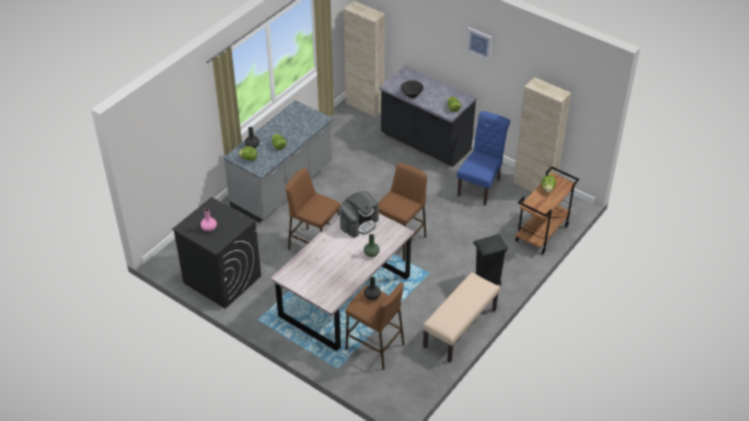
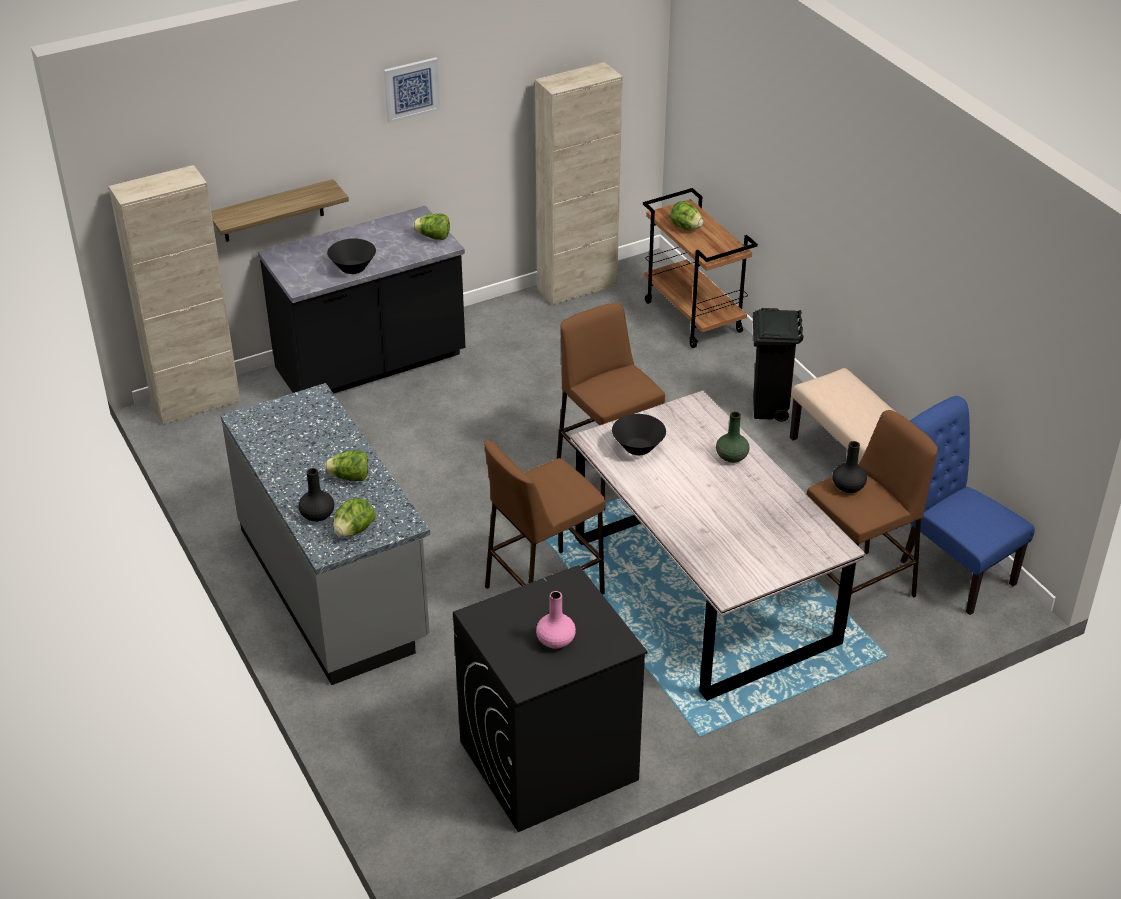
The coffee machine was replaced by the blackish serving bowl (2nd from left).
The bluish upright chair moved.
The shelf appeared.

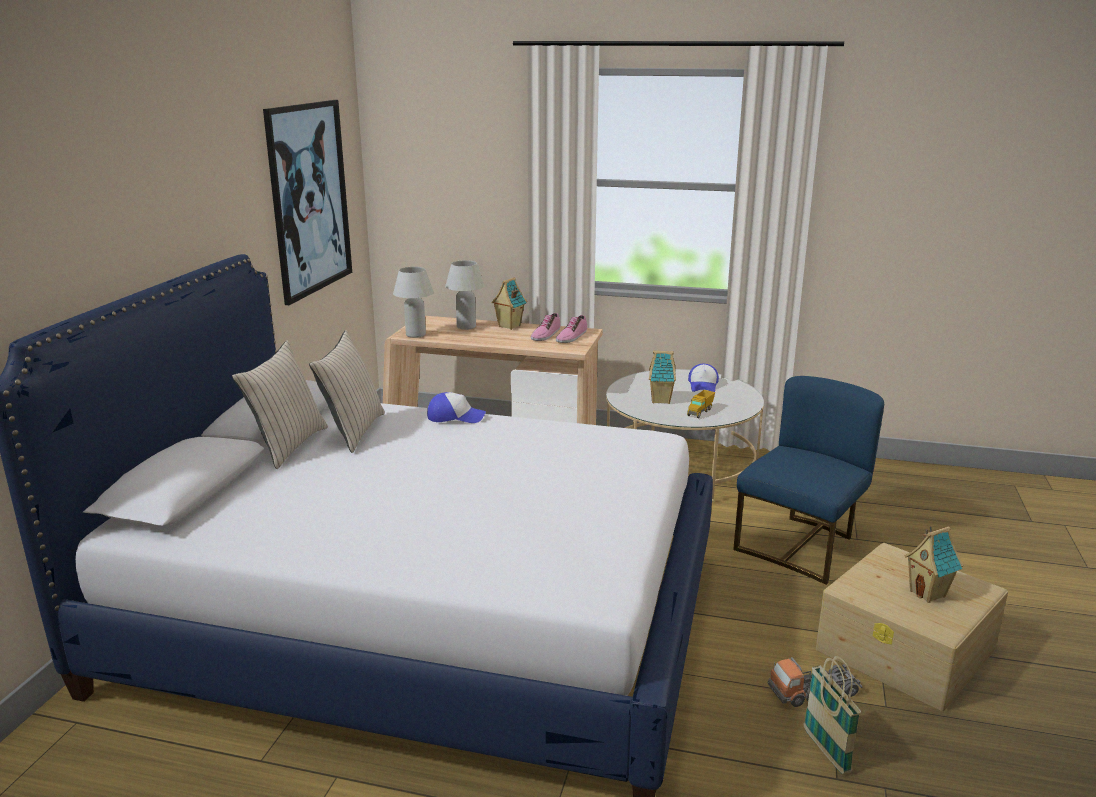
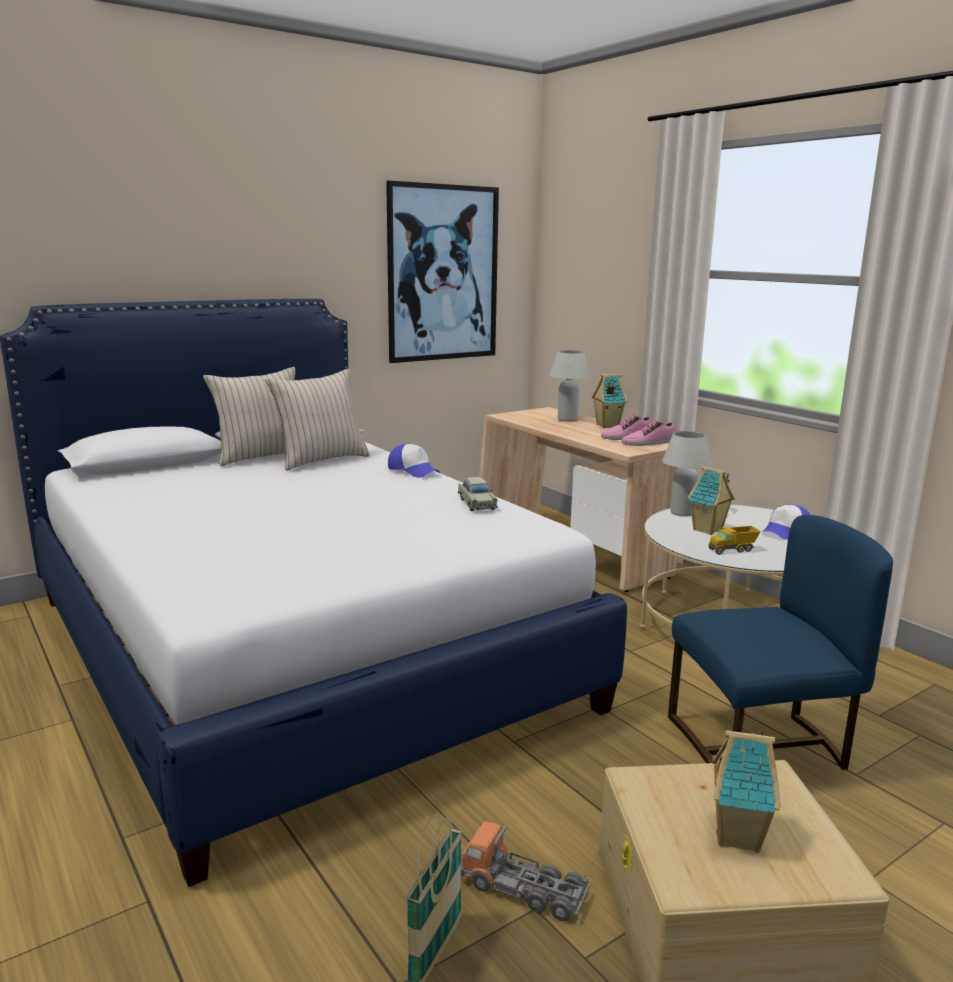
The white tabletop lamp (1st from left in the first image) moved.
The beige model car appeared.

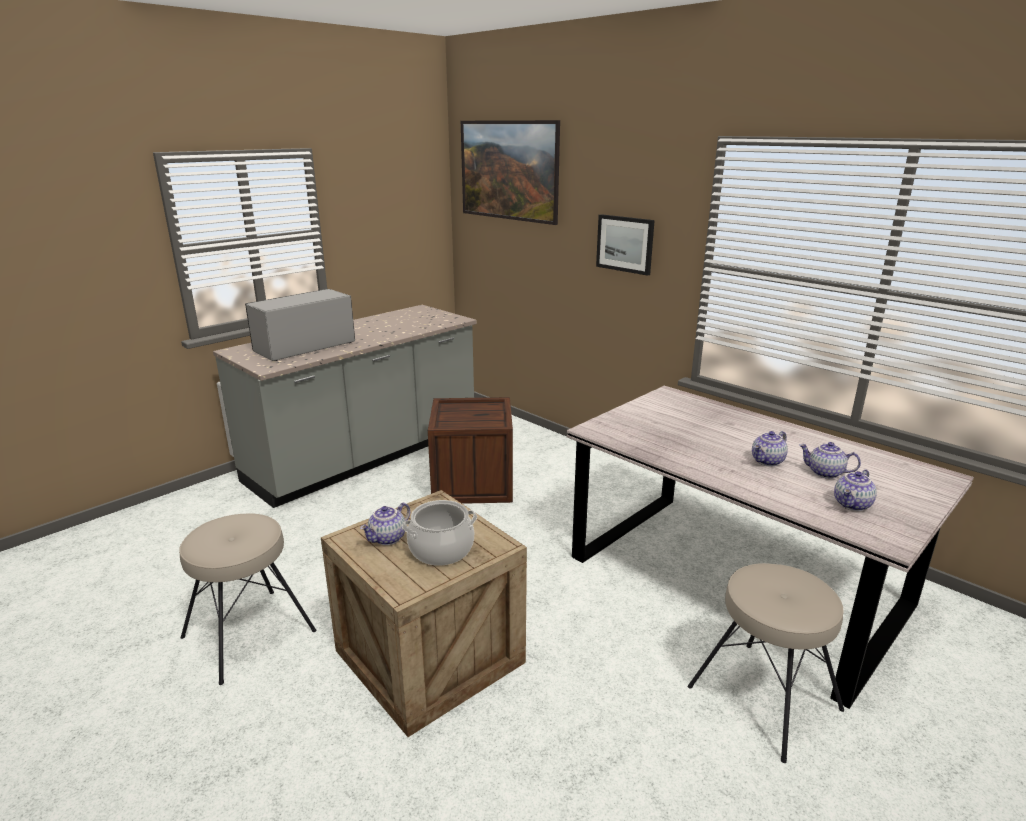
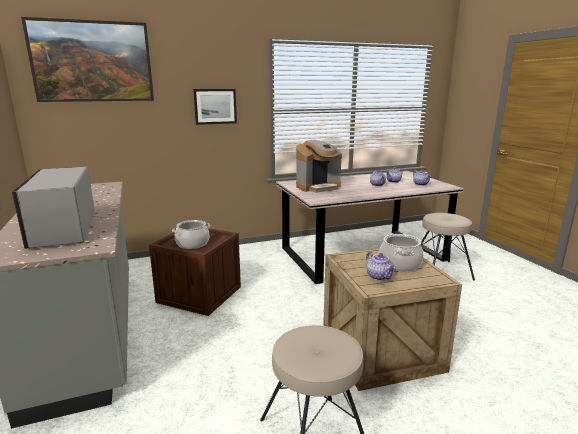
The stockpot (1st from left) appeared.
The coffee machine appeared.

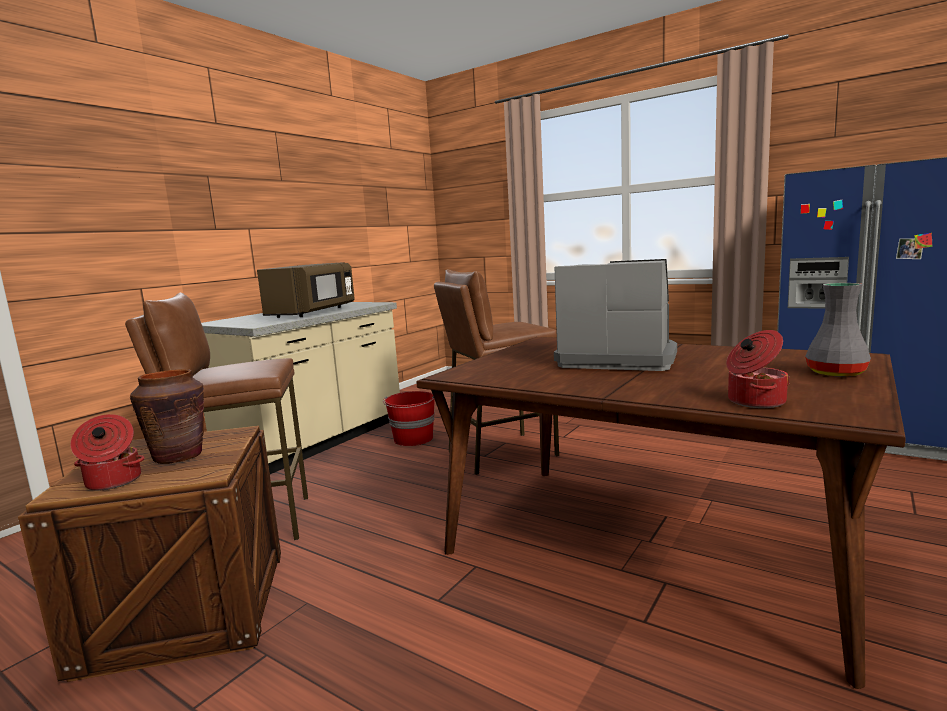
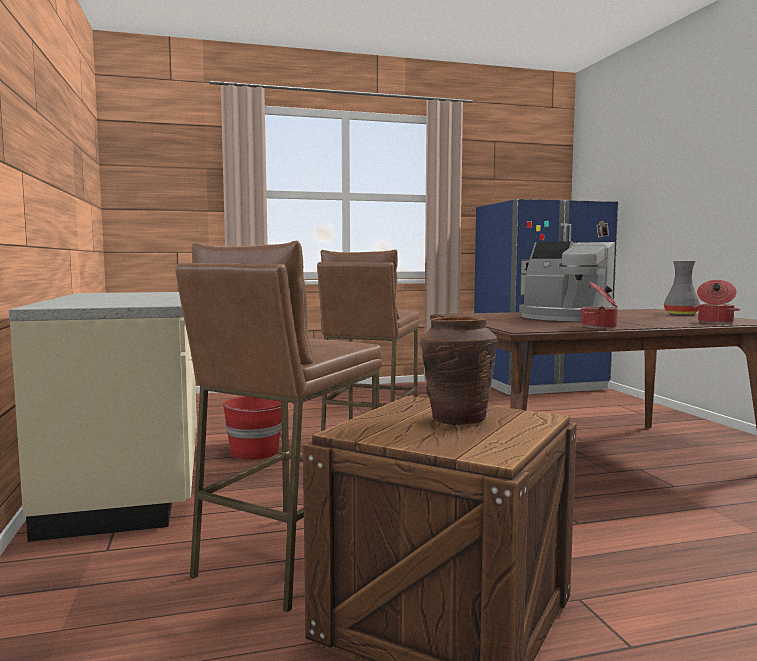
The stockpot (1st from left) moved.
The brownish kitchen microwave disappeared.
The coffee machine turned 120 degrees counterclockwise.

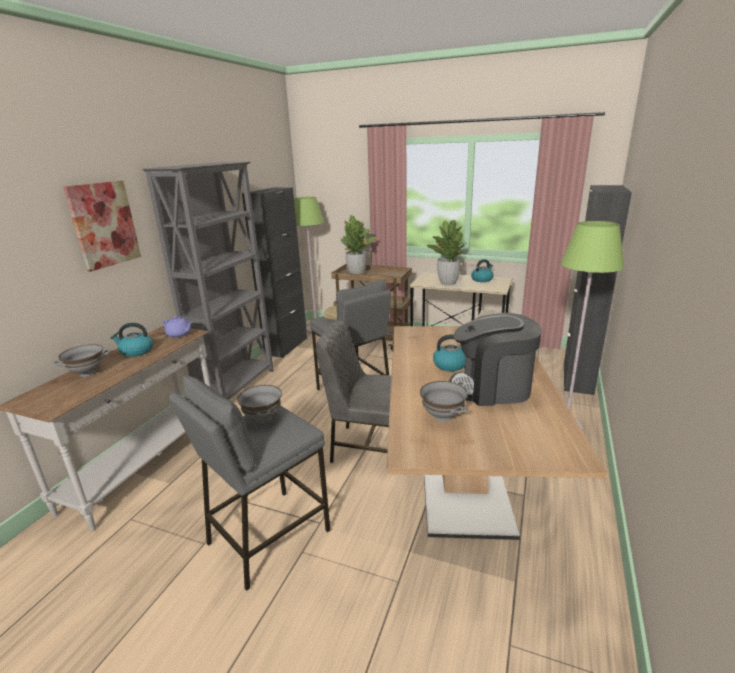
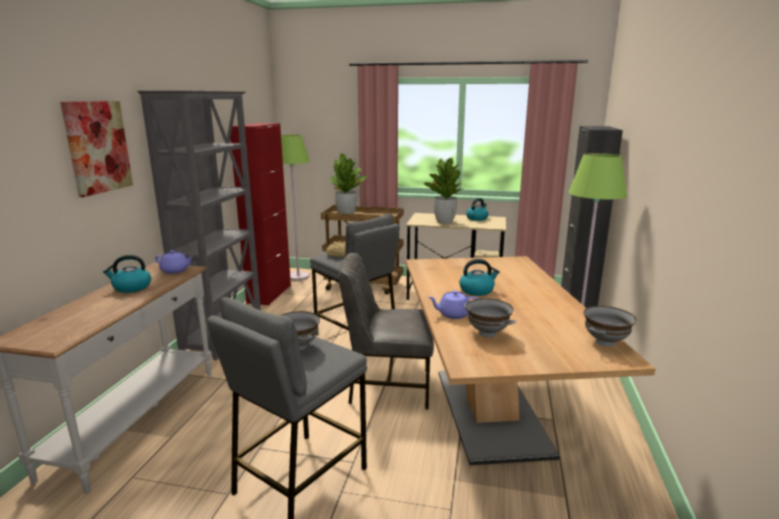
The greyish serving bowl (1st from left in the first image) moved.
The blackish cupboard (1st from left) became the reddish cupboard.
The coffee machine disappeared.
The purple tea pot (2nd from left) appeared.

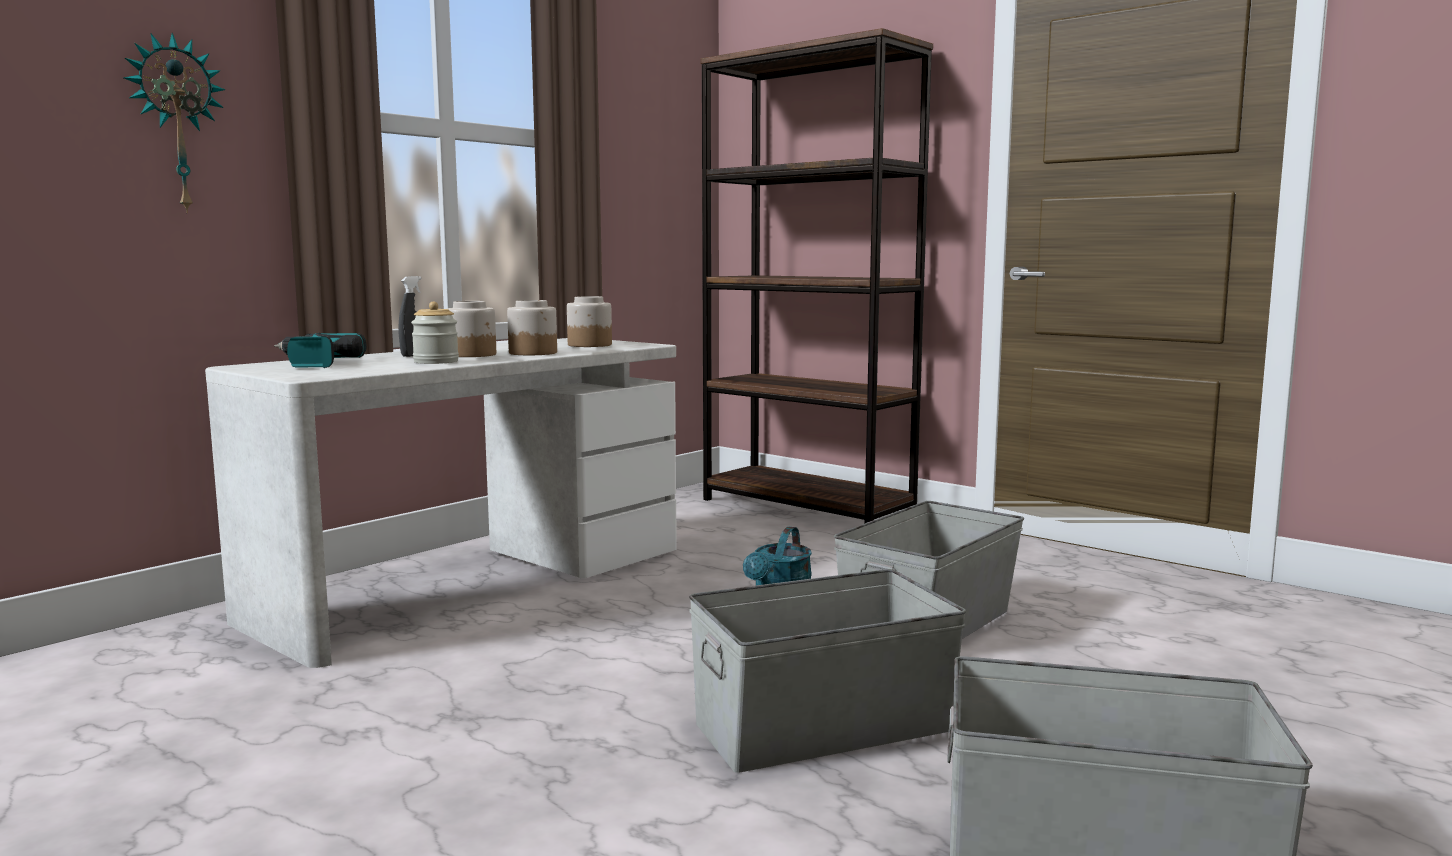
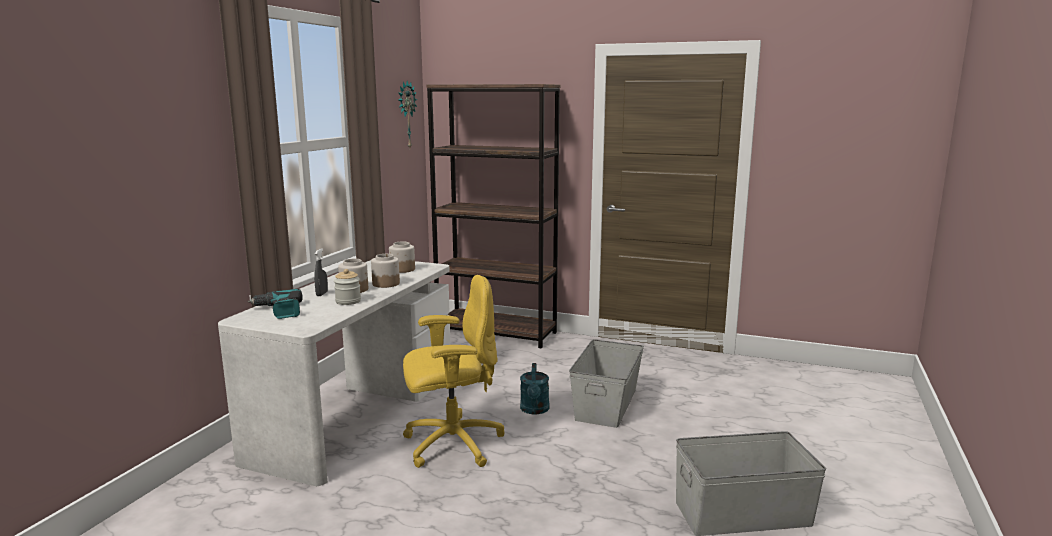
The clock on the wall moved.
The greyish storage container (1st from left) disappeared.
The yellow-coloured desk chair appeared.

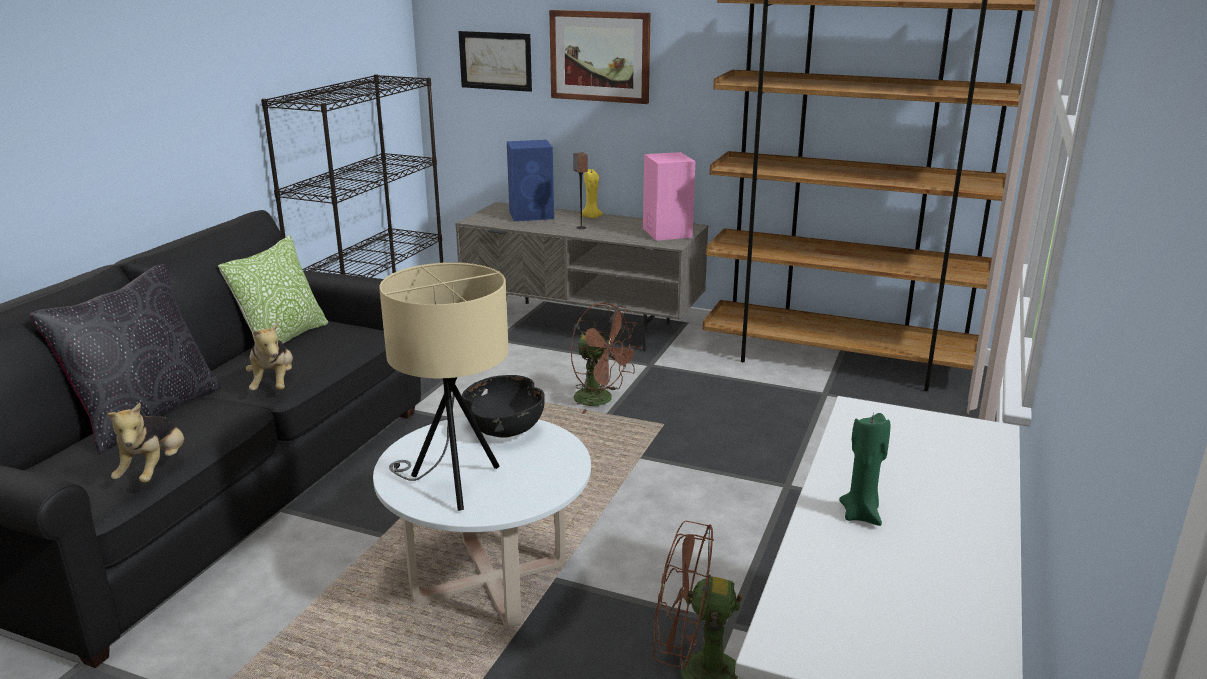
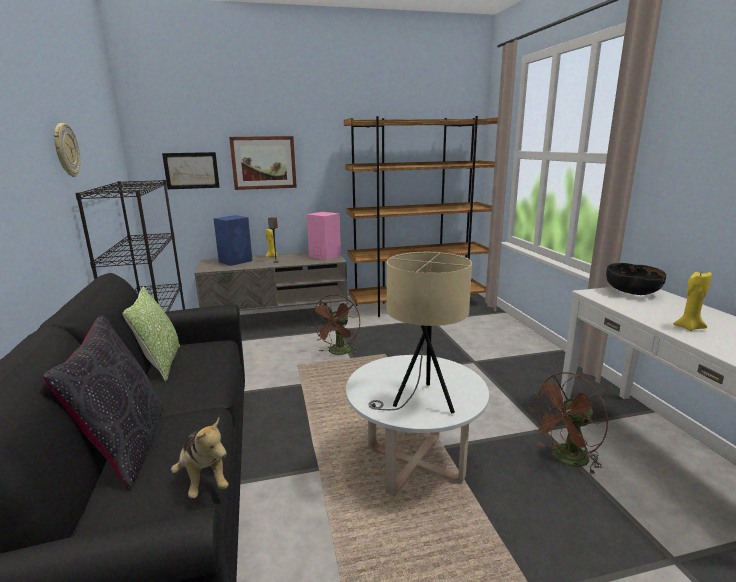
The cuddly toy (2nd from left) disappeared.
The blackish serving bowl moved.
The brownish fan (1st from left) turned 105 degrees clockwise.
The green wax light became the yellow-coloured wax light (2nd from left).
The clock on the wall appeared.

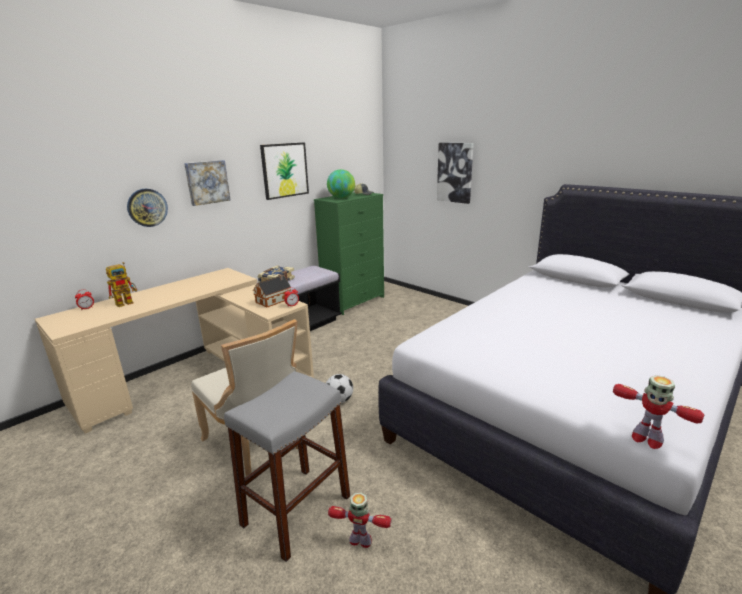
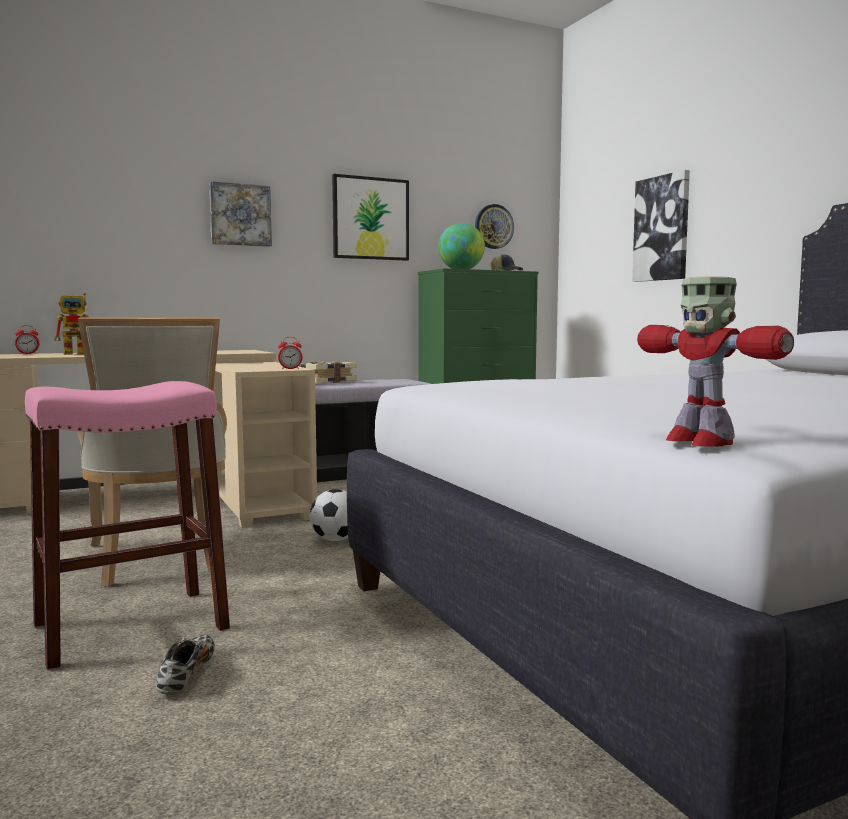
The clock on the wall moved.
The greyish stool seat became the pink-coloured stool seat.
The model house disappeared.
The model robot (2nd from left) was replaced by the shoe.

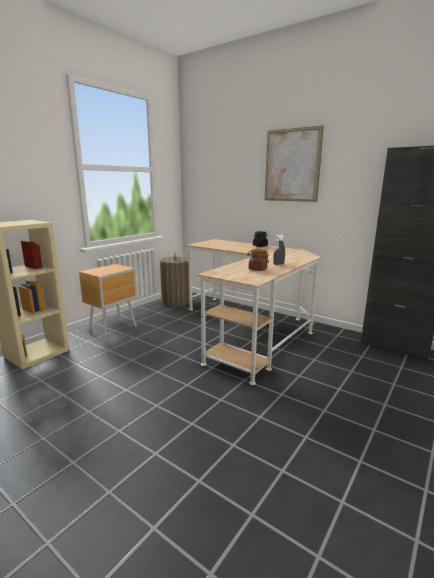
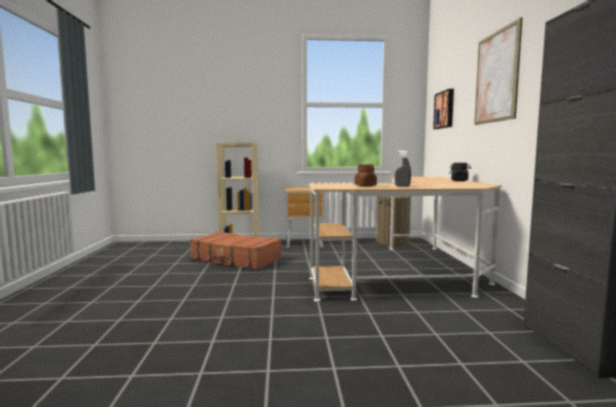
The brownish suitcase appeared.
The picture (1st from left) appeared.

